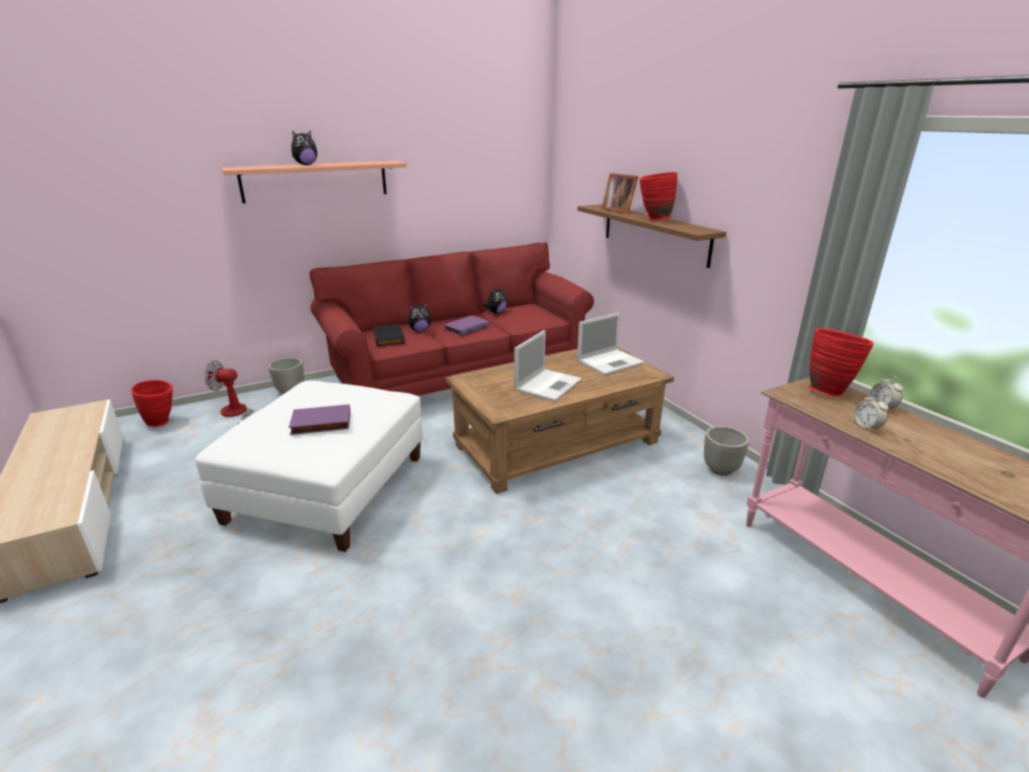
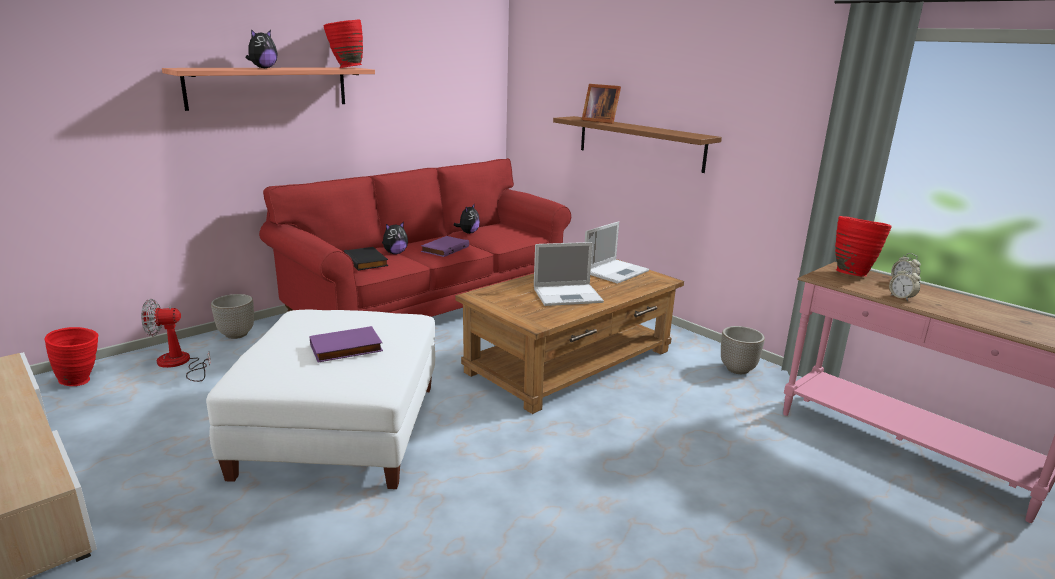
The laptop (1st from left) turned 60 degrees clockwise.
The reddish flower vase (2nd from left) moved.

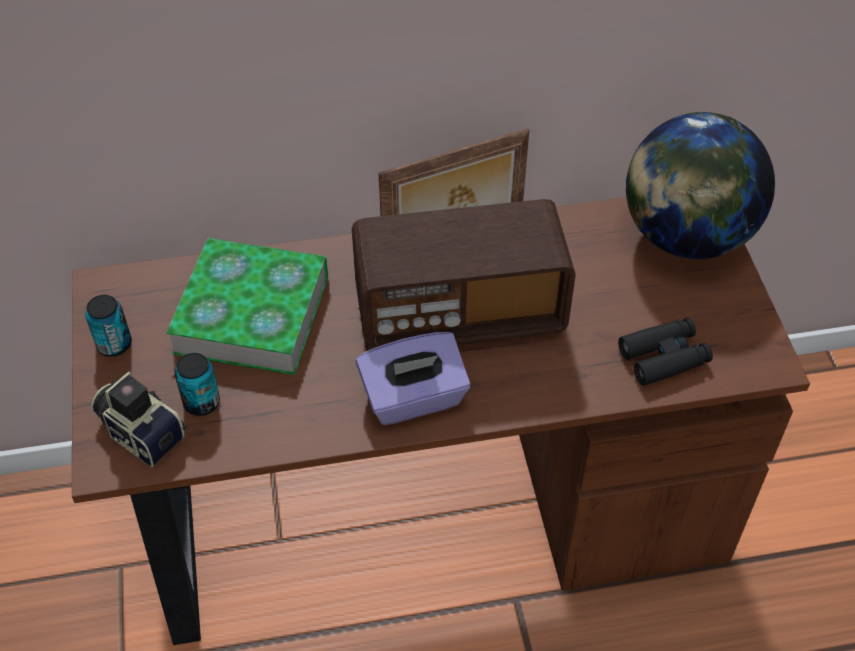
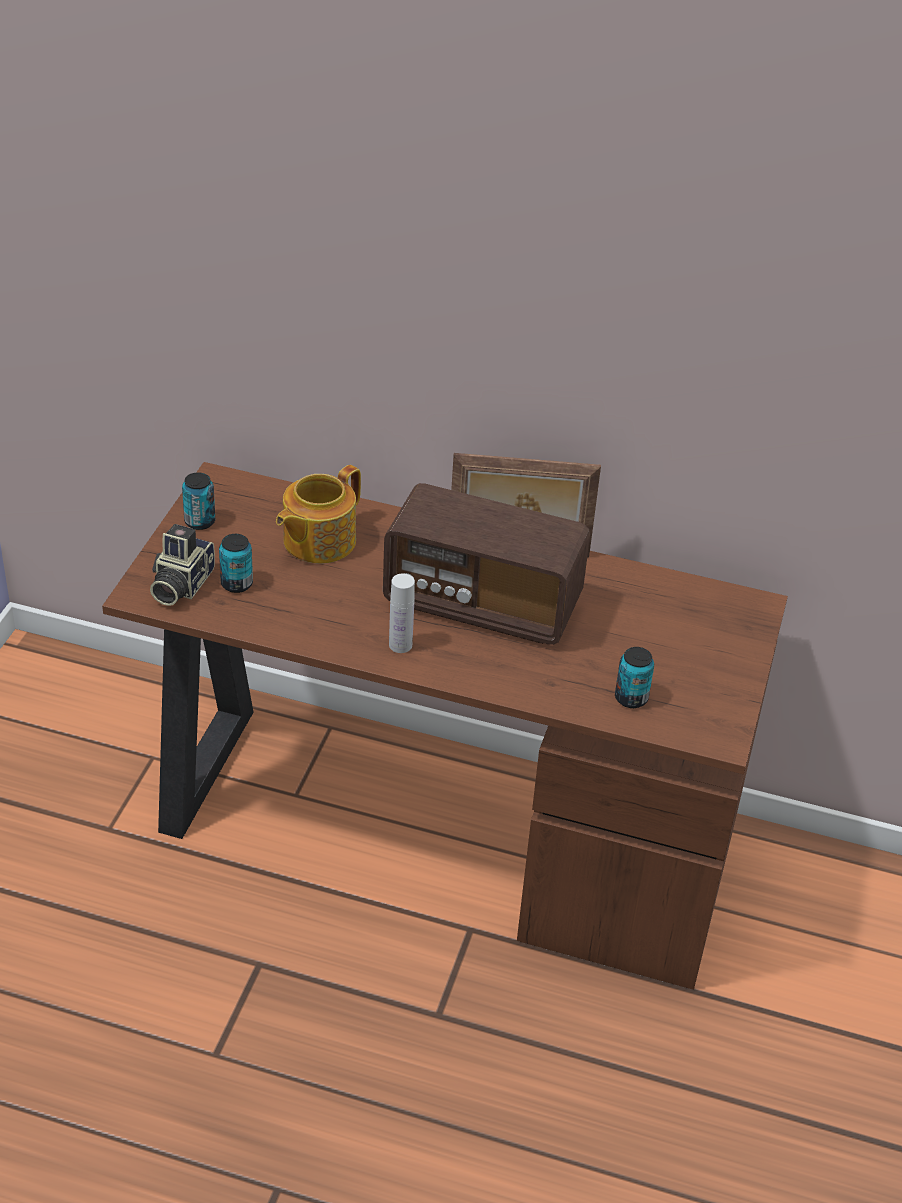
The still camera turned 135 degrees counterclockwise.
The bound book was replaced by the tea pot.
The purple tissue box was replaced by the white beverage bottle.
The blackish field glasses was replaced by the sealed can (3rd from left).
The world globe disappeared.

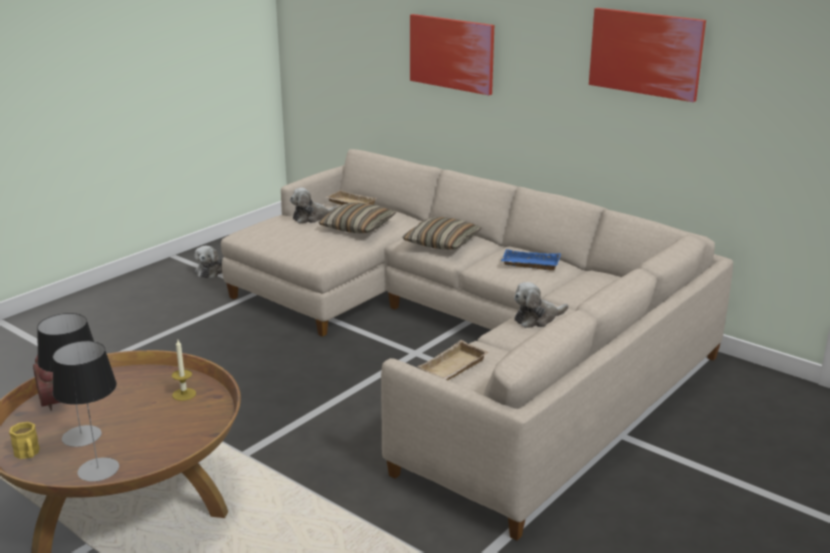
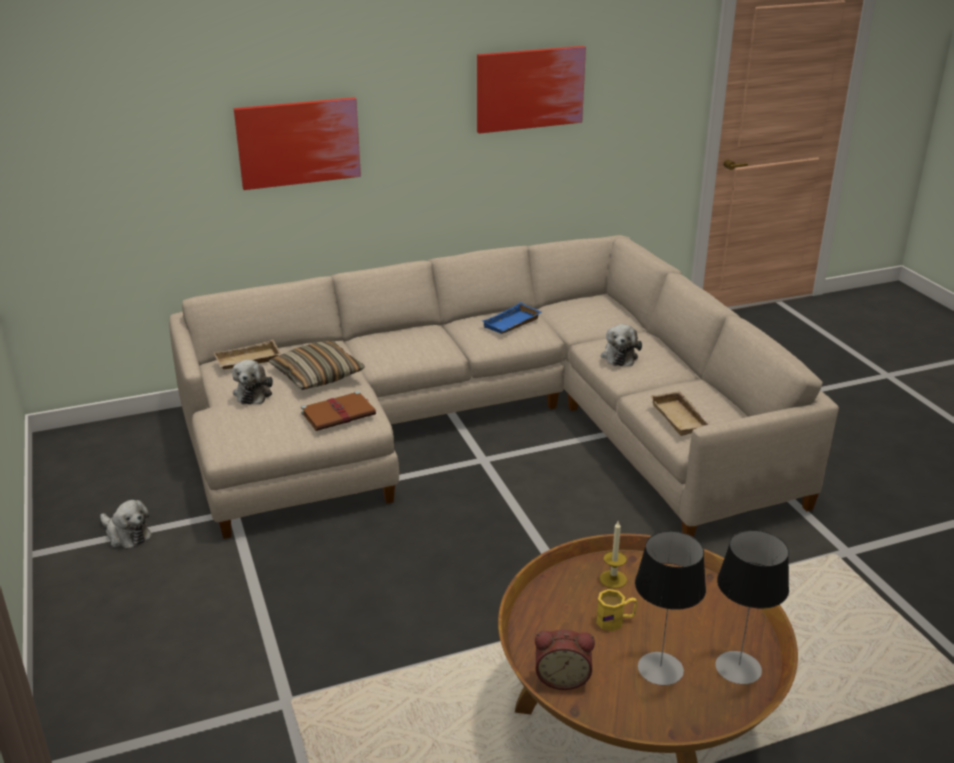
The yellow-coloured coffee mug moved.
The cushion (2nd from left) disappeared.
The brownish bound book appeared.

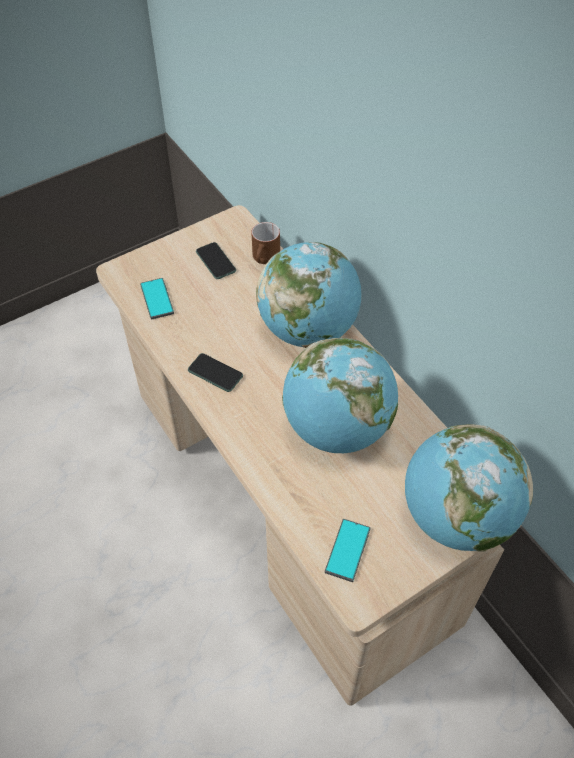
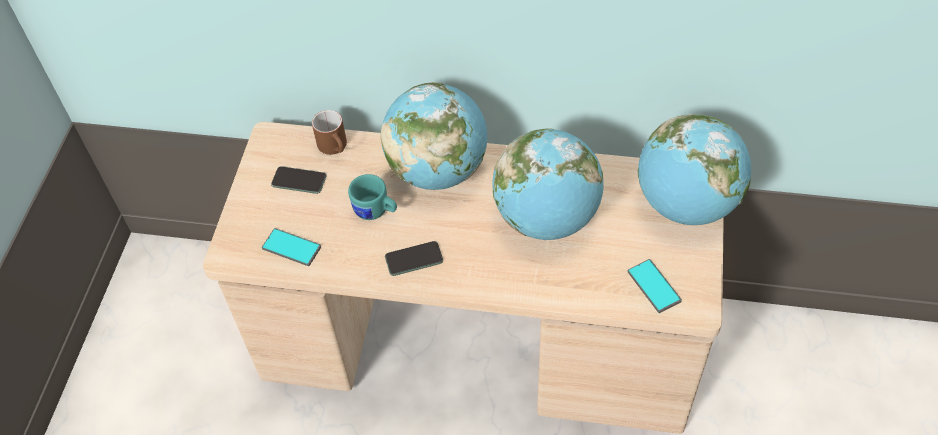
The blue-green coffee mug appeared.

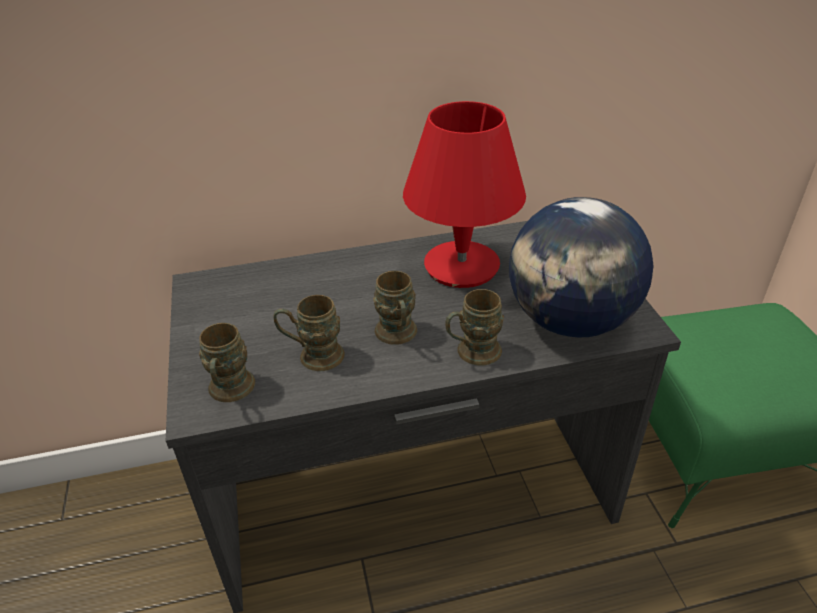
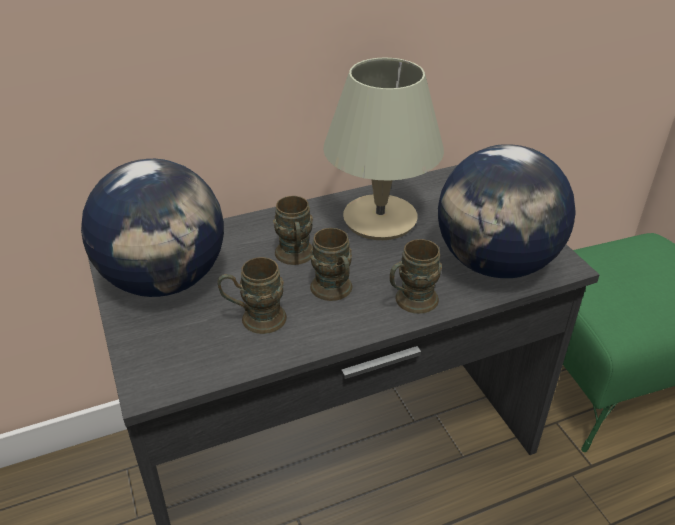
The brownish coffee mug (1st from left in the first image) moved.
The reddish tabletop lamp became the beige tabletop lamp.
The world globe (1st from left) appeared.

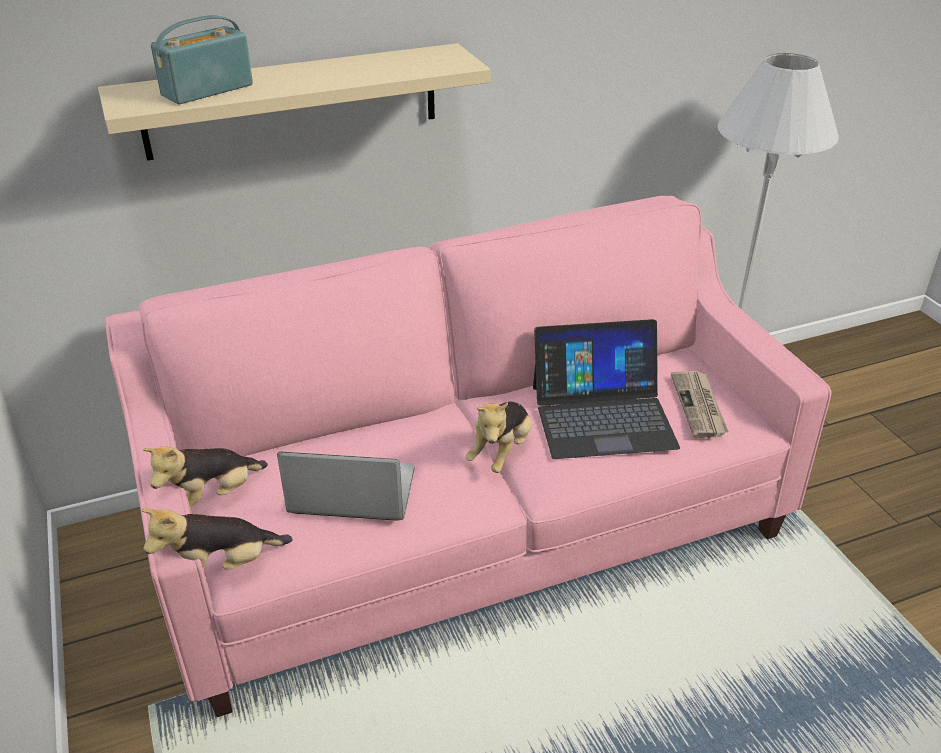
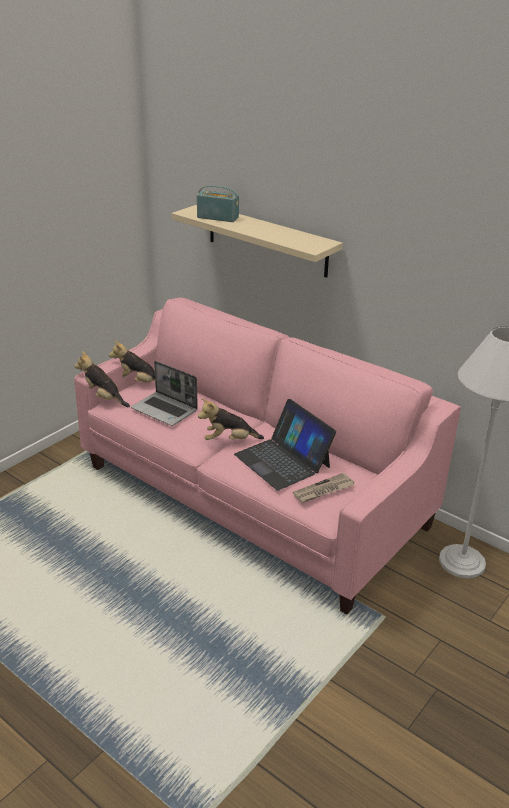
The laptop (1st from left) turned 150 degrees clockwise.

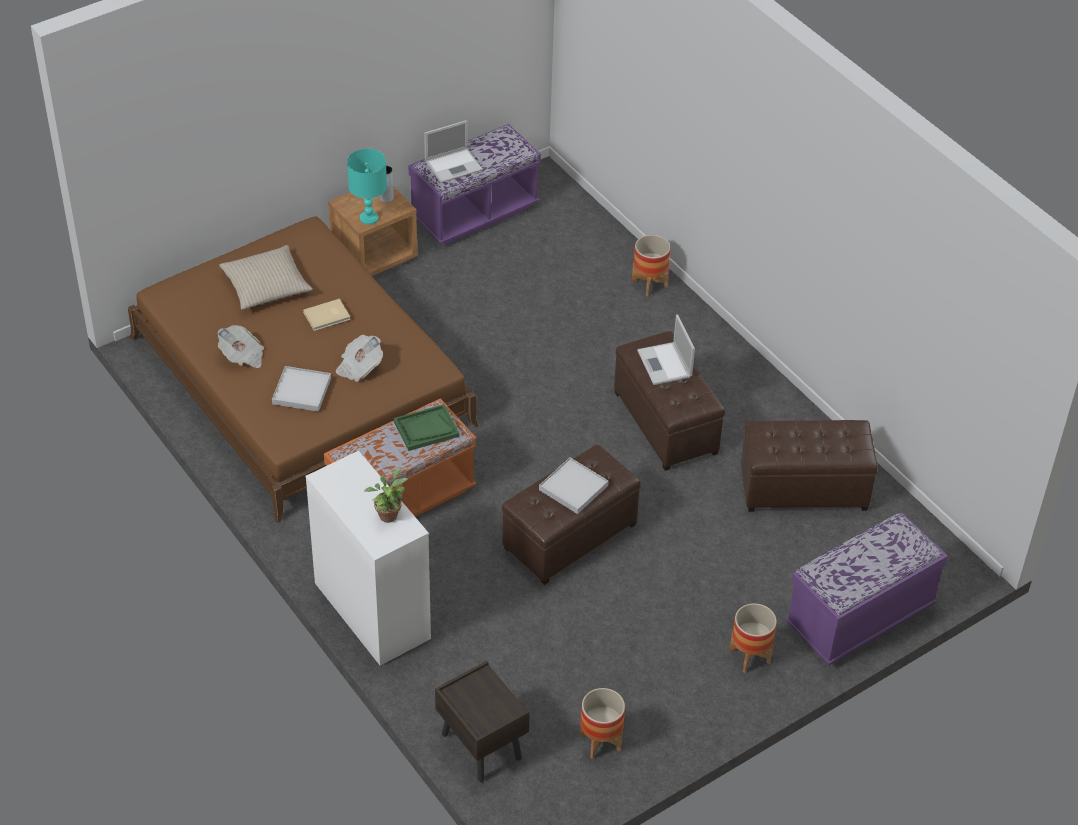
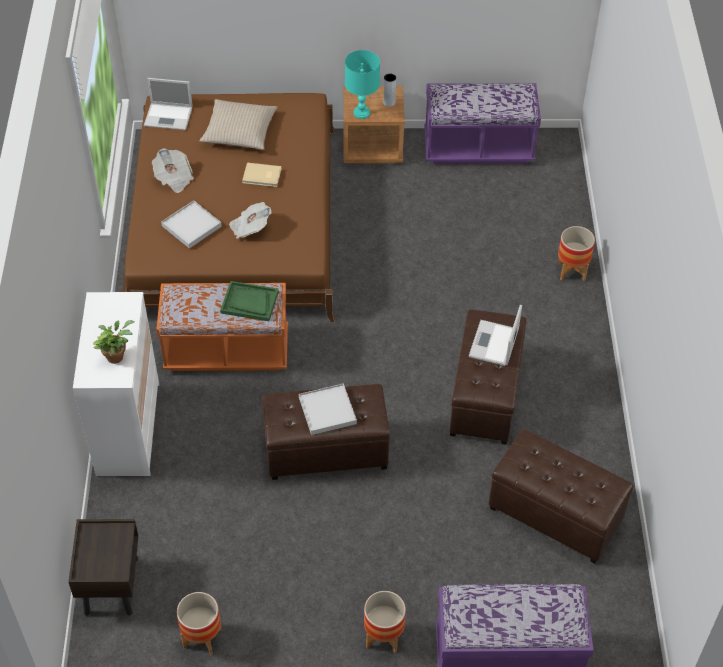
The laptop (1st from left) moved.

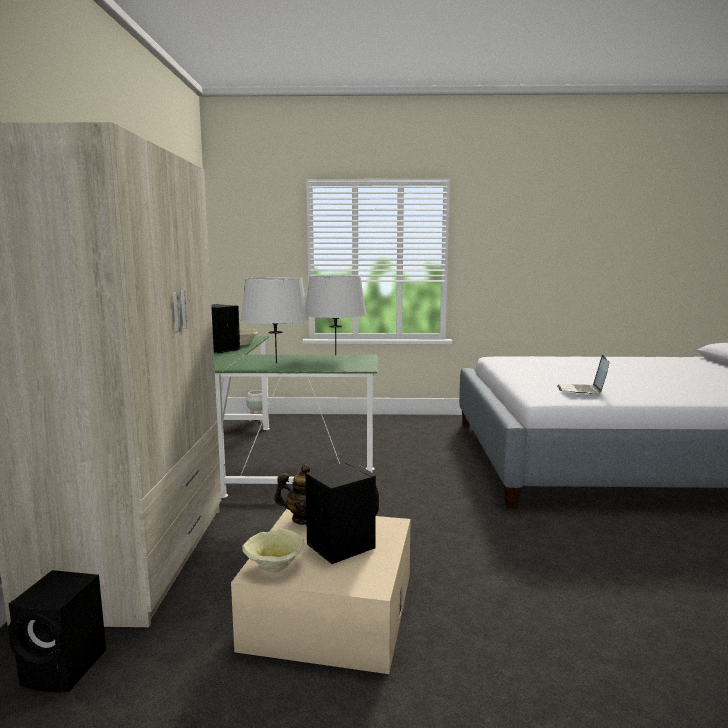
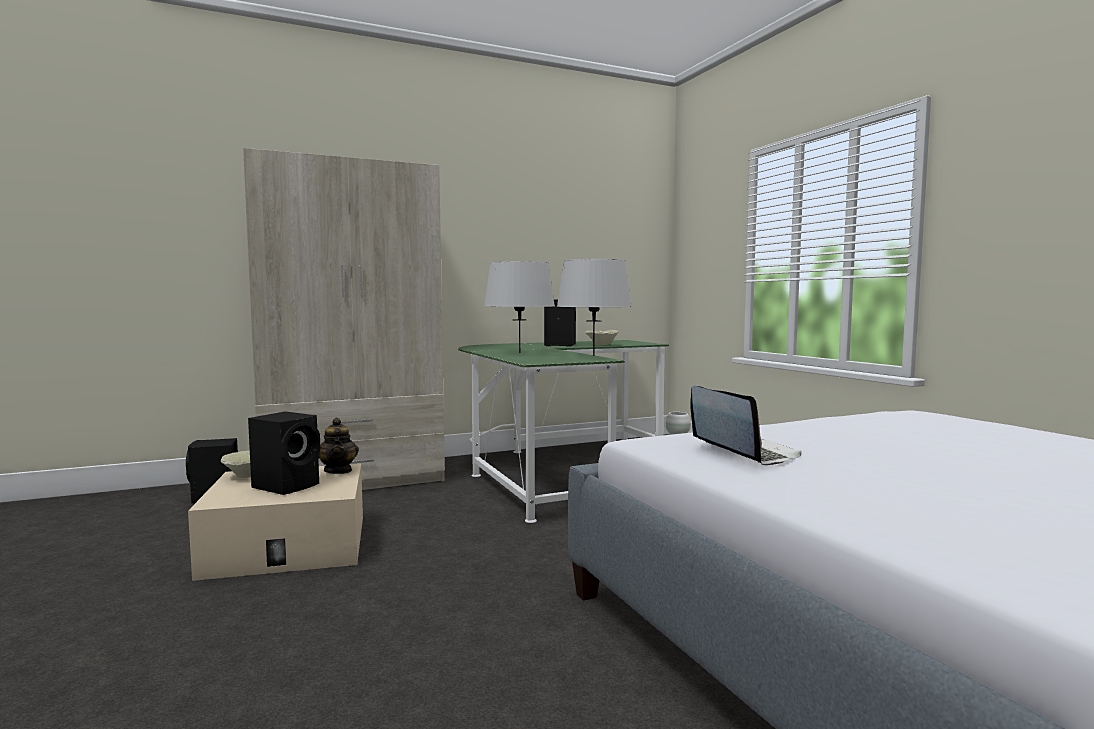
The laptop turned 75 degrees clockwise.

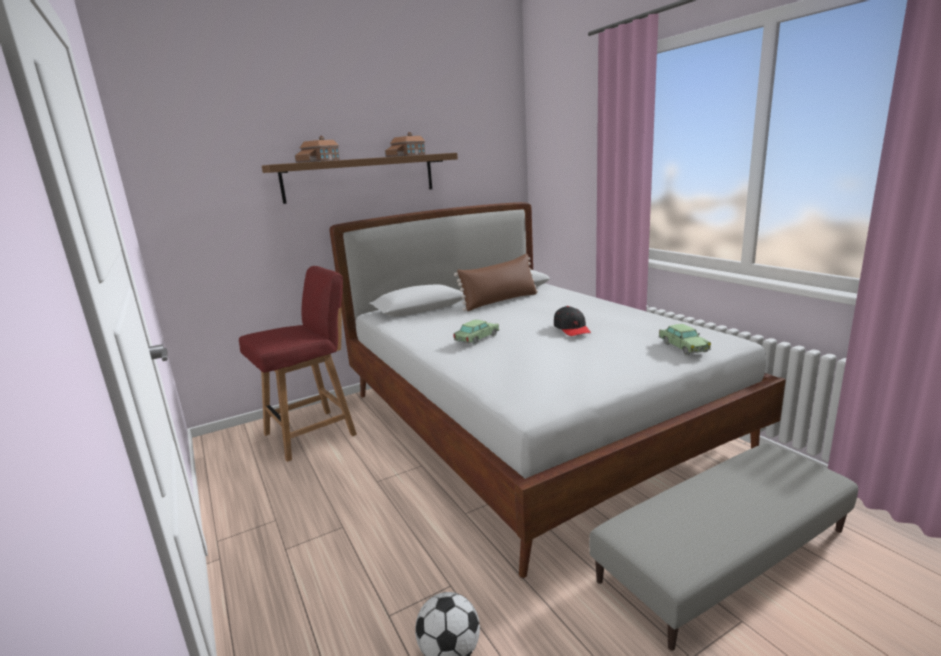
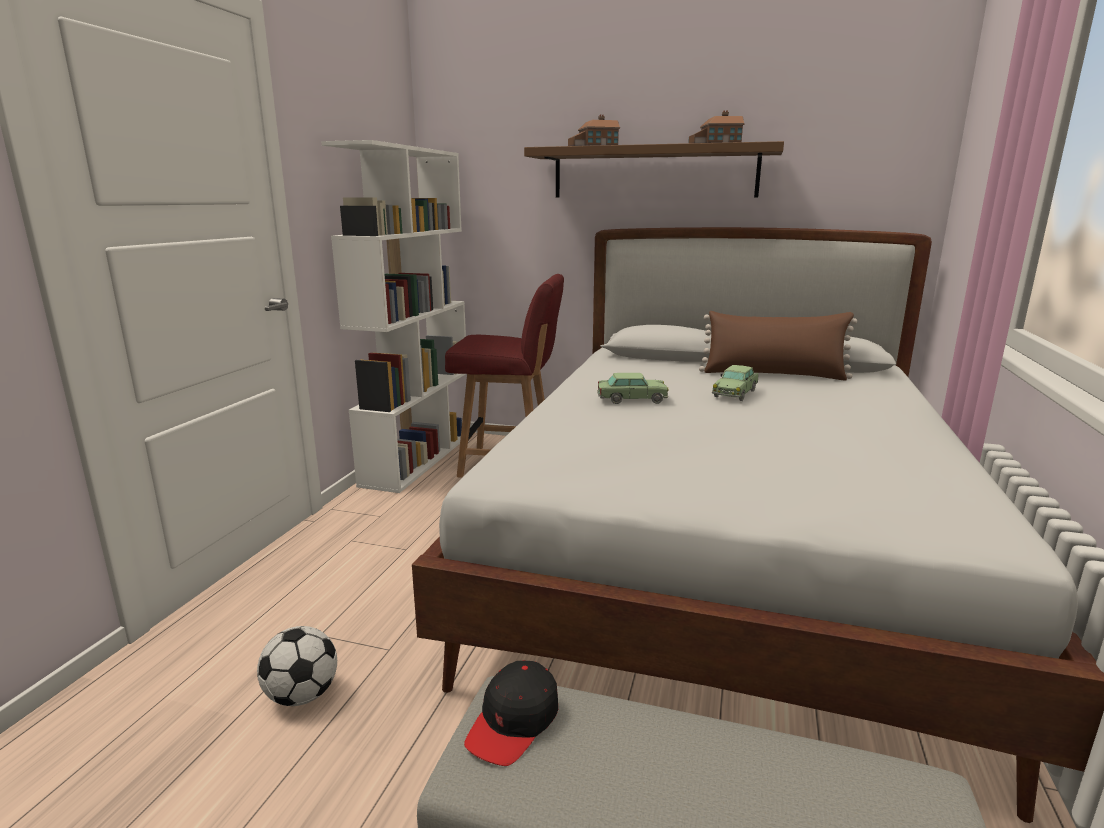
The blackish baseball cap moved.
The model car (2nd from left) moved.
The white bookshelf appeared.

